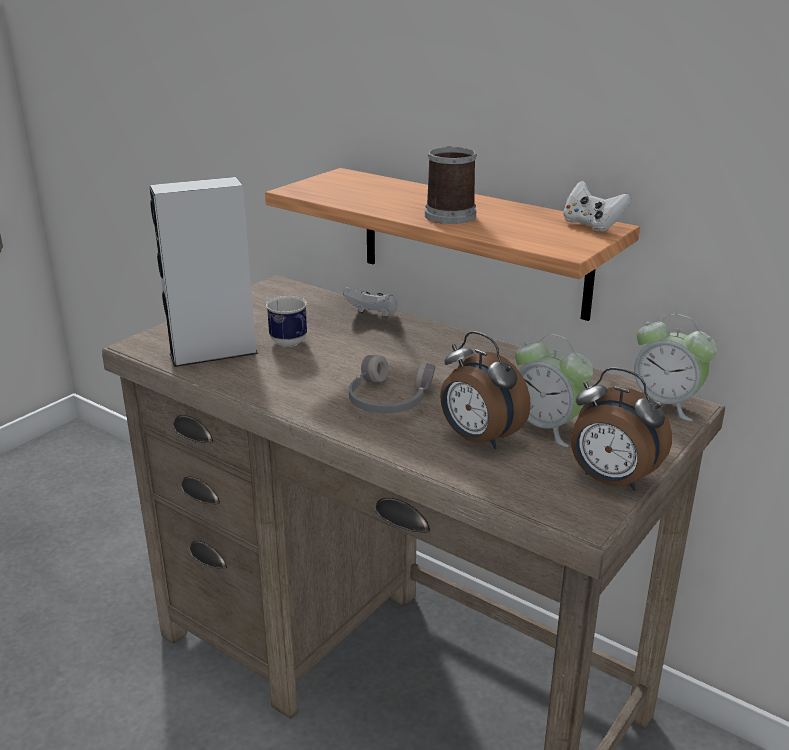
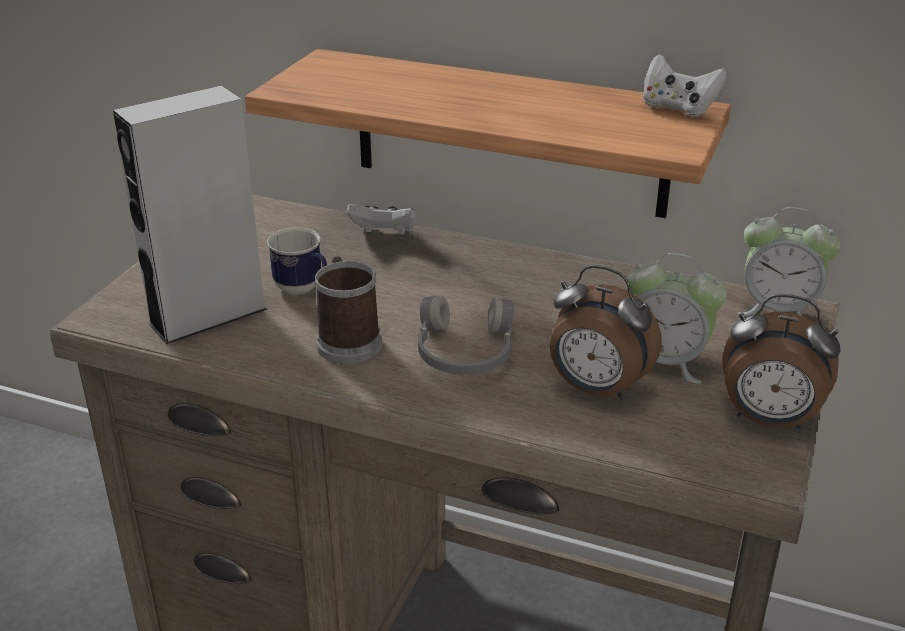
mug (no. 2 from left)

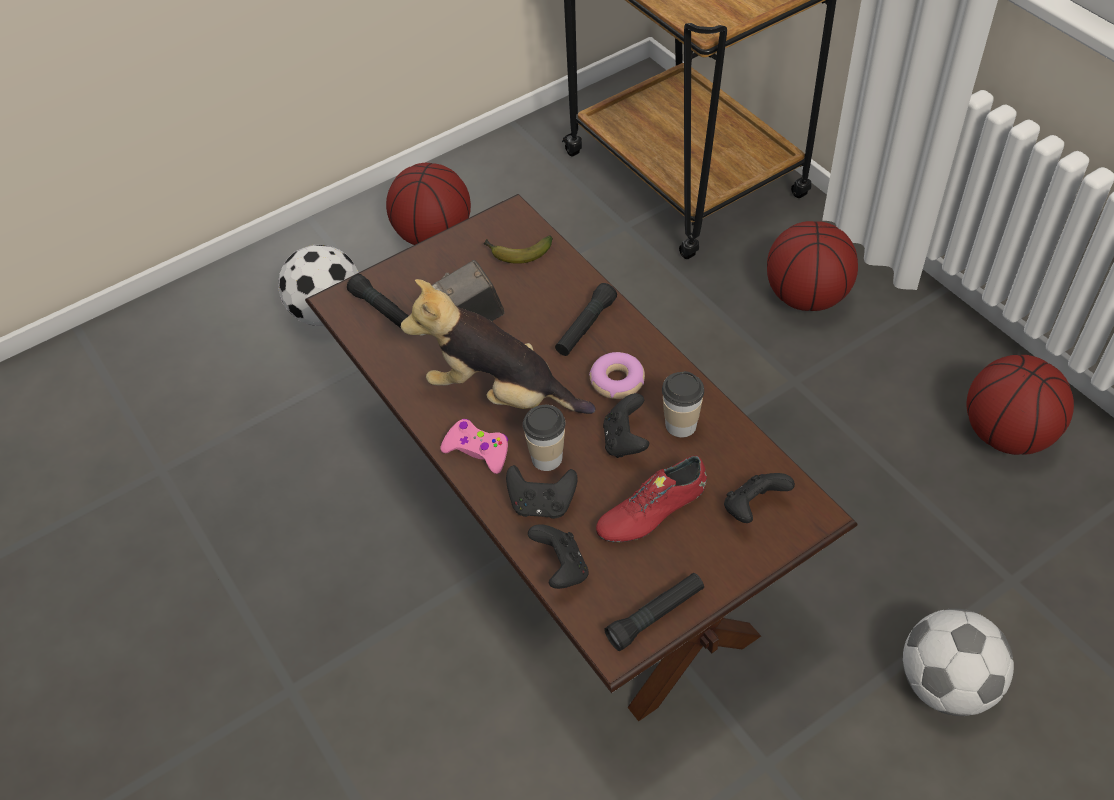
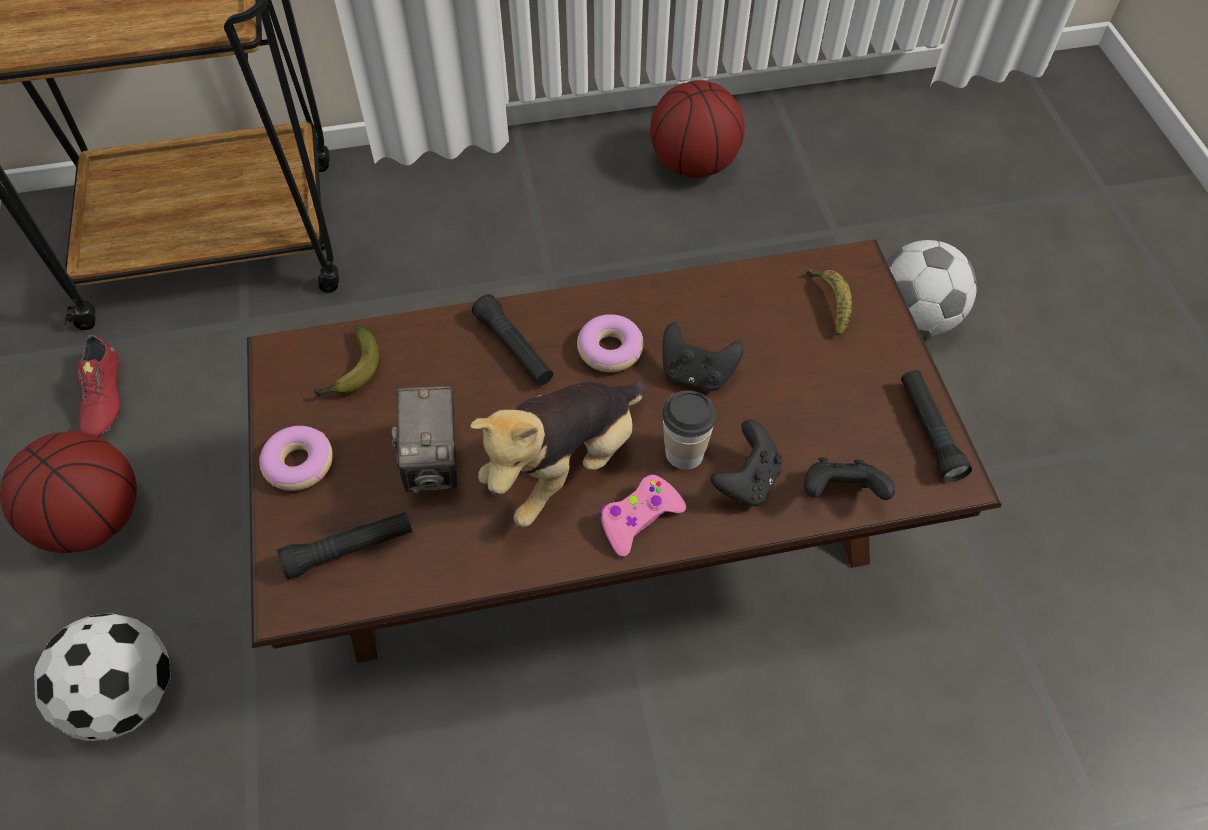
red shoe
cup (no. 2 from left in the first image)
banana (no. 2 from left)
basketball (no. 2 from left in the first image)
donut (no. 1 from left)

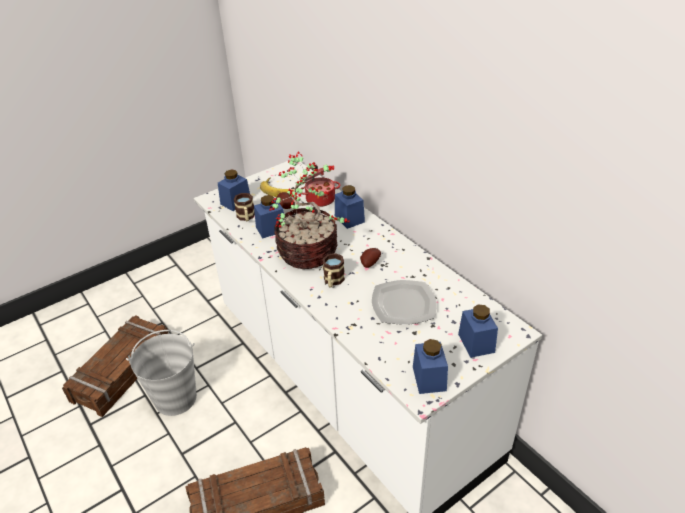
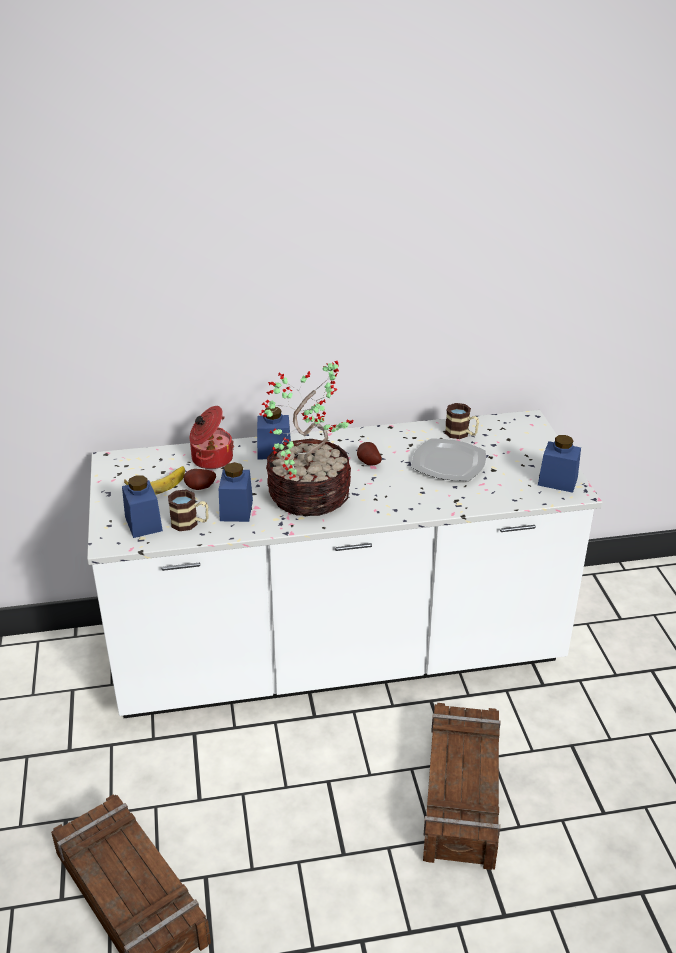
grey bucket
mug (no. 2 from left)
blue jar (no. 5 from left in the first image)

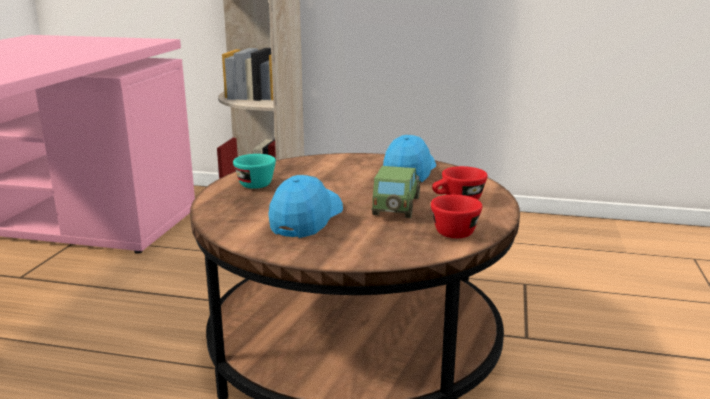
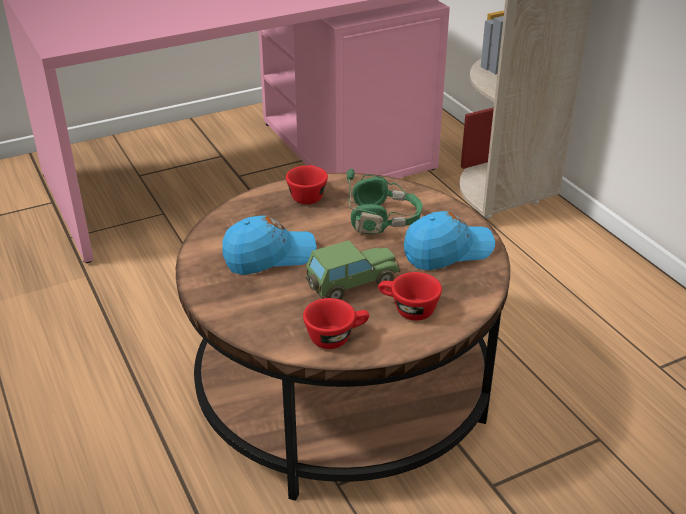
red cup (no. 1 from left)
green headphones

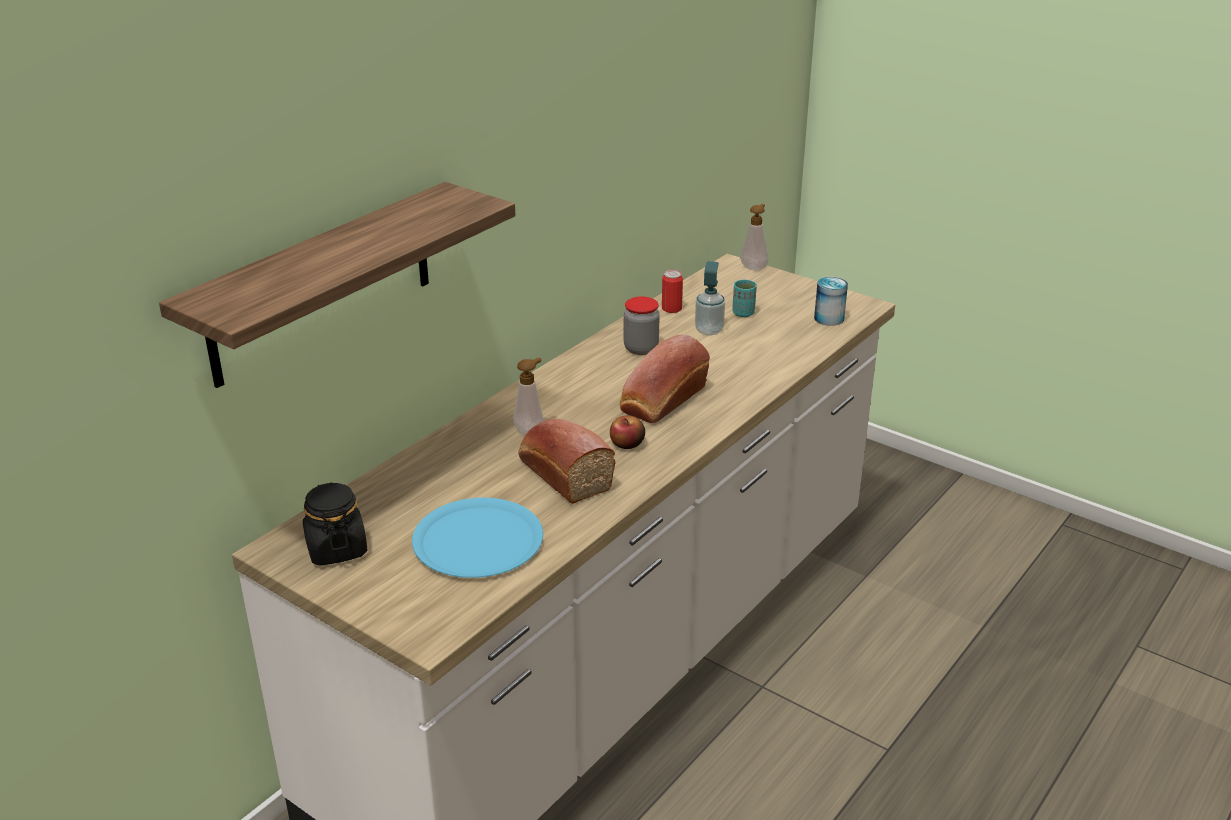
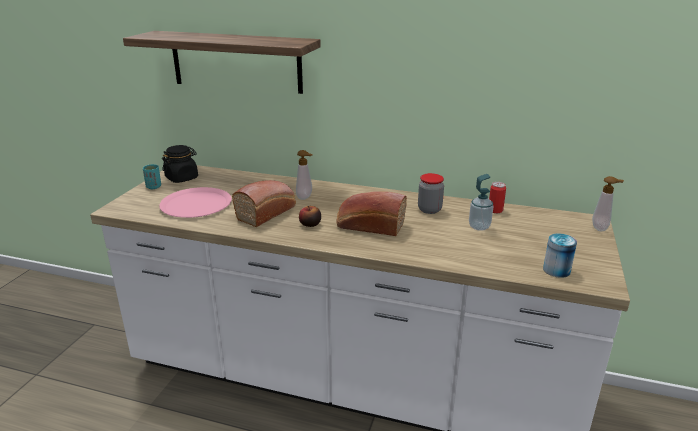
pink plate
turquoise cup

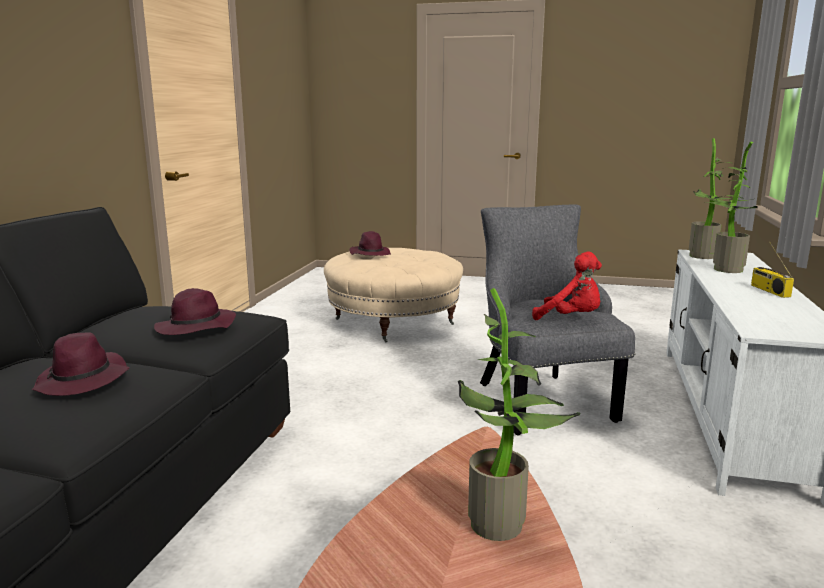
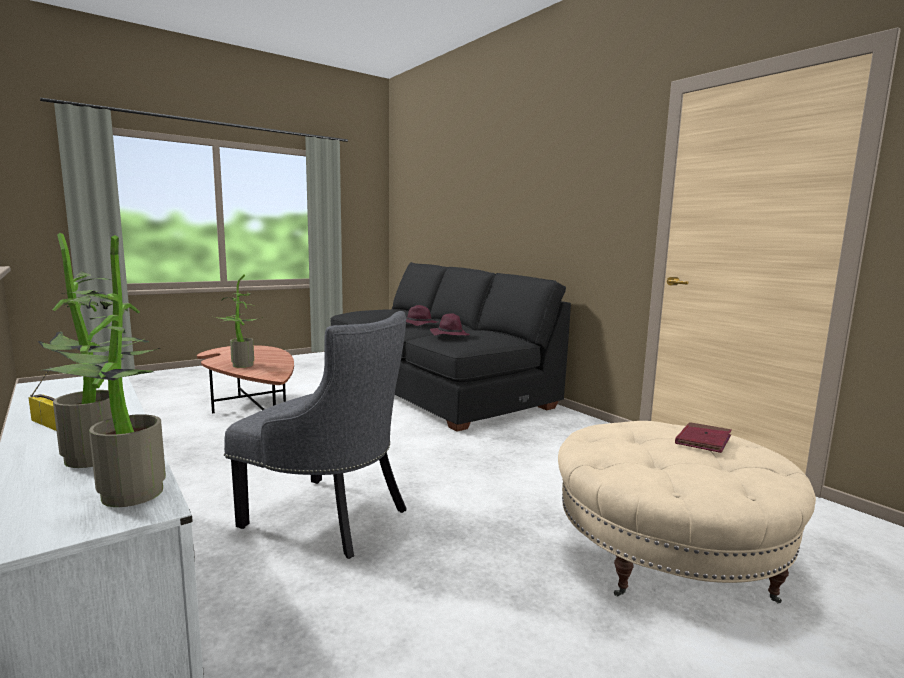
red book
red plush toy

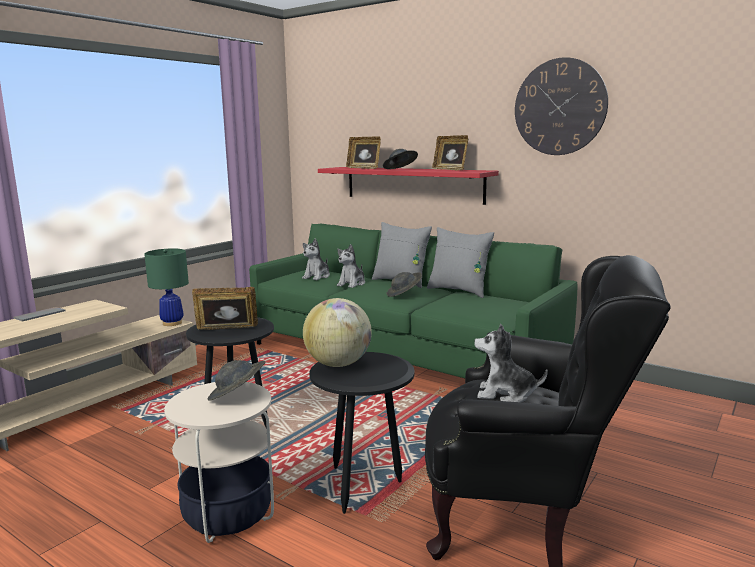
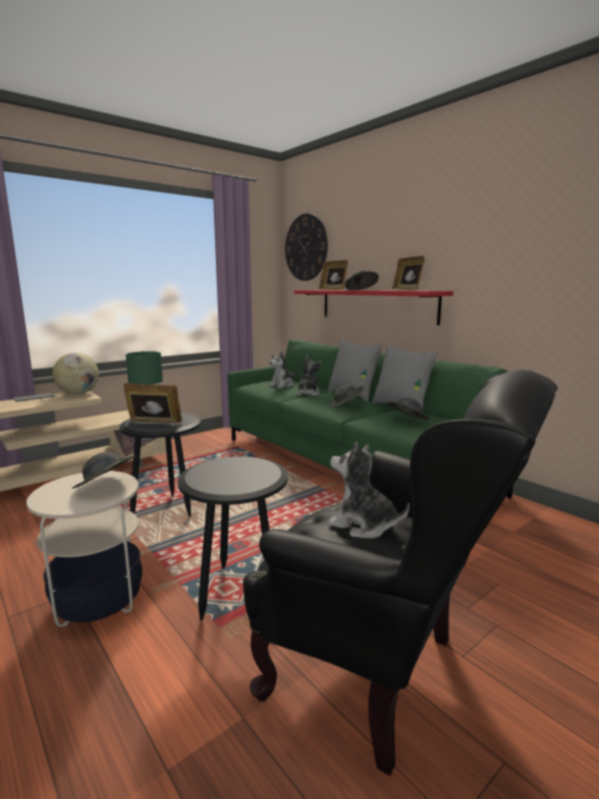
globe
plush toy (no. 2 from left)
wall clock
grey hat (no. 4 from left)

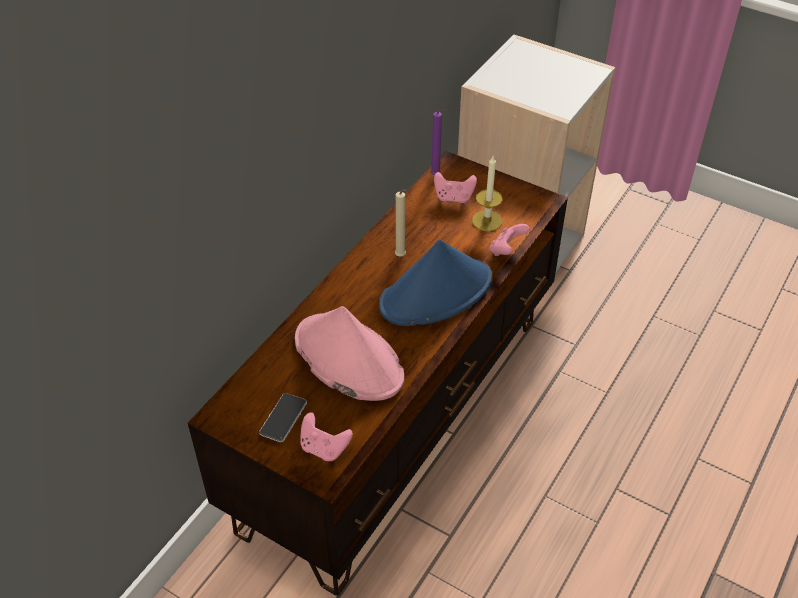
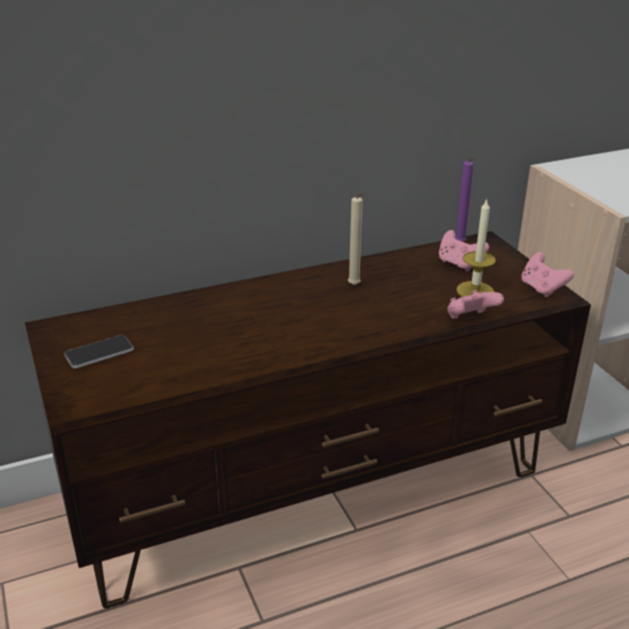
pink hat
pink game controller (no. 3 from left)
blue hat

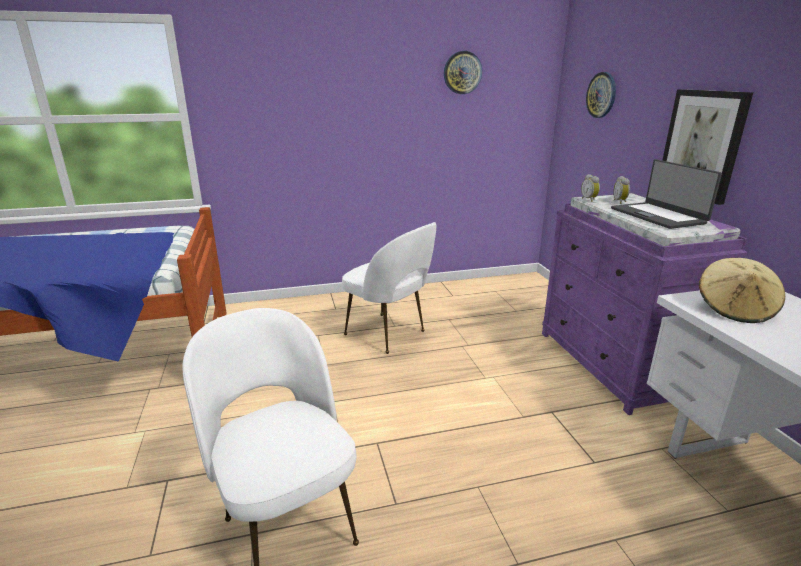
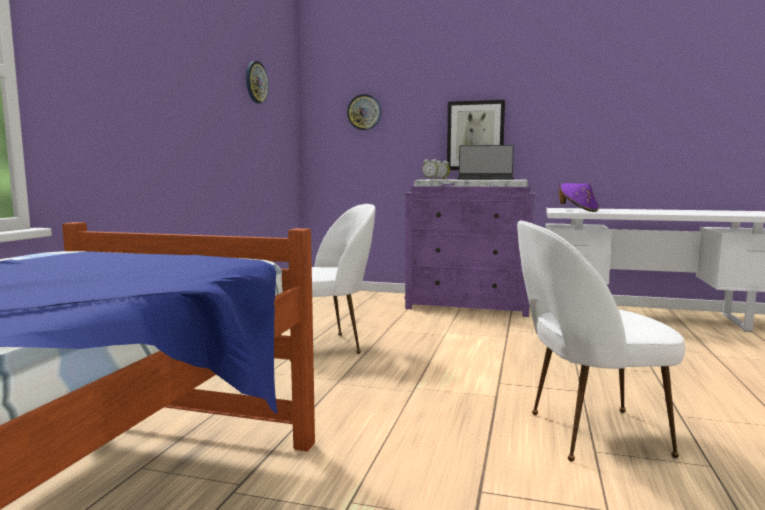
purple hat

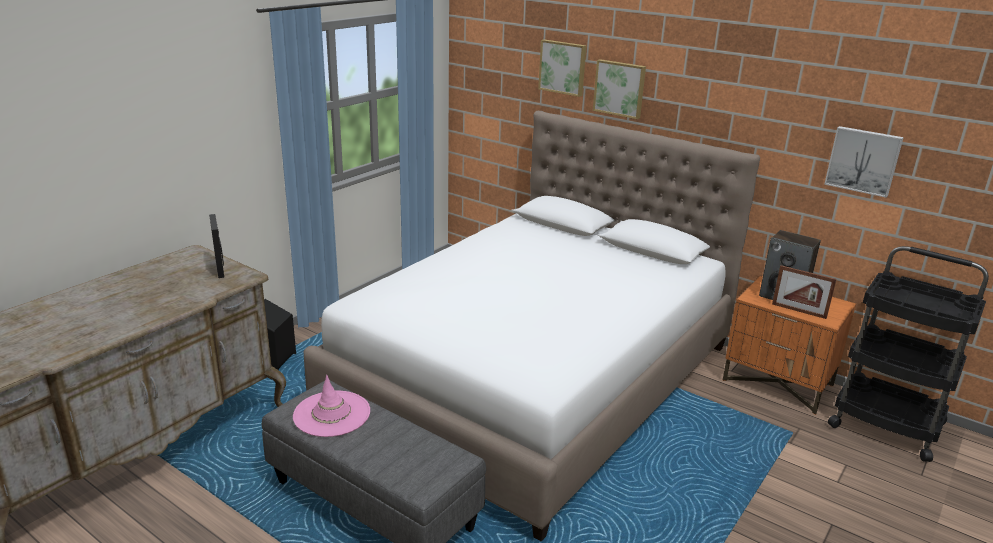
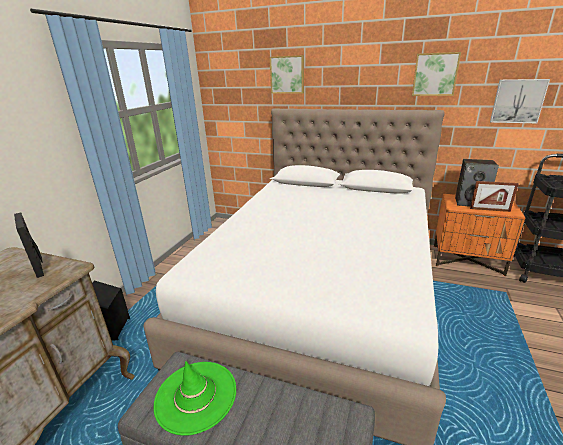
green hat
picture (no. 2 from left)

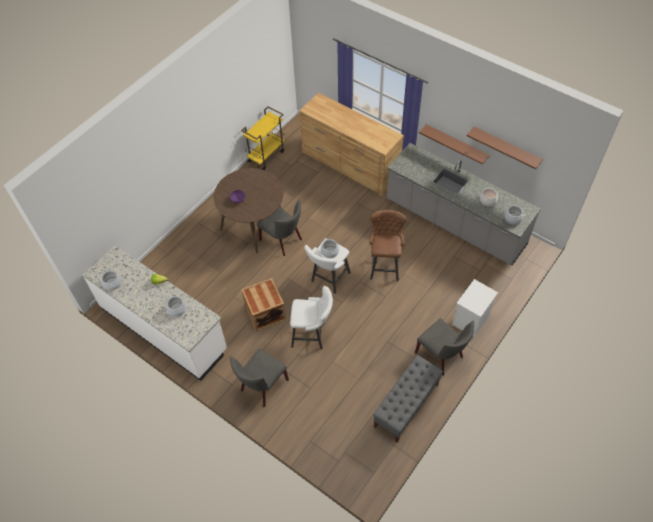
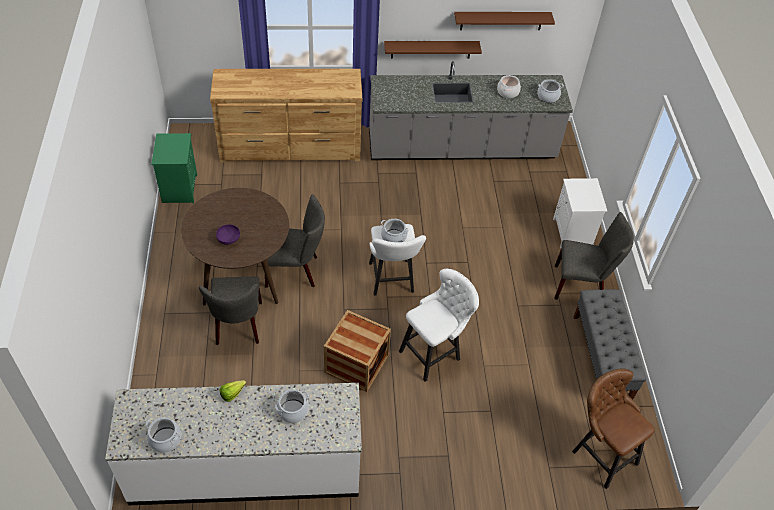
grey chair (no. 1 from left)
green nightstand
brown stool

